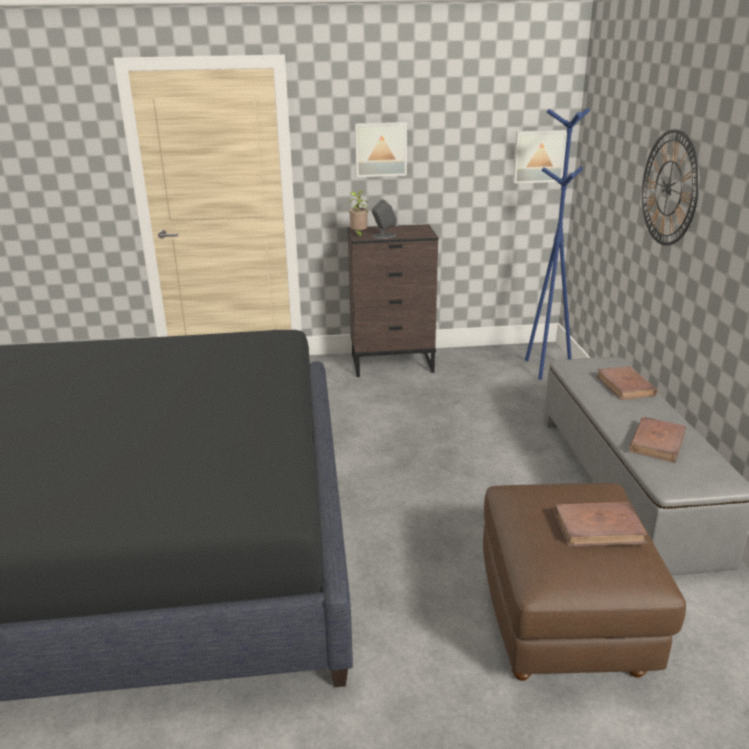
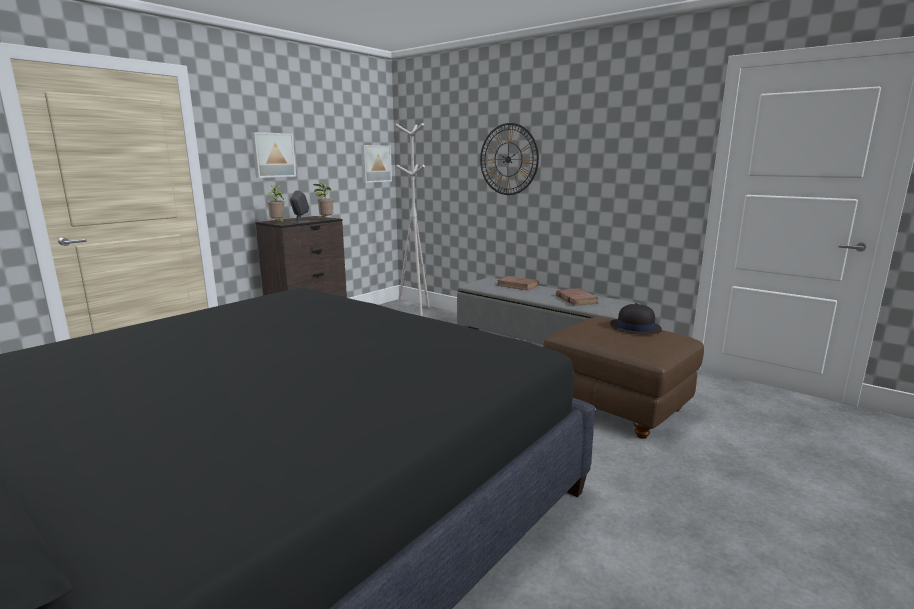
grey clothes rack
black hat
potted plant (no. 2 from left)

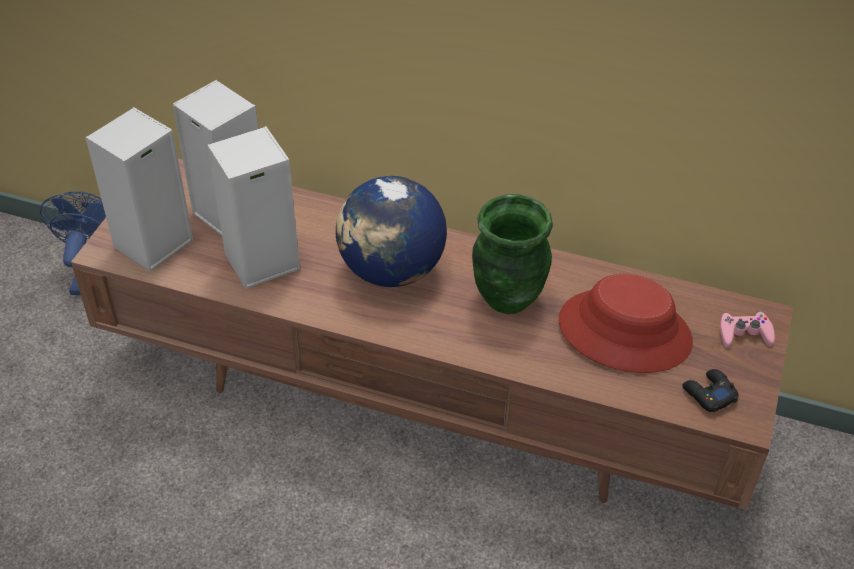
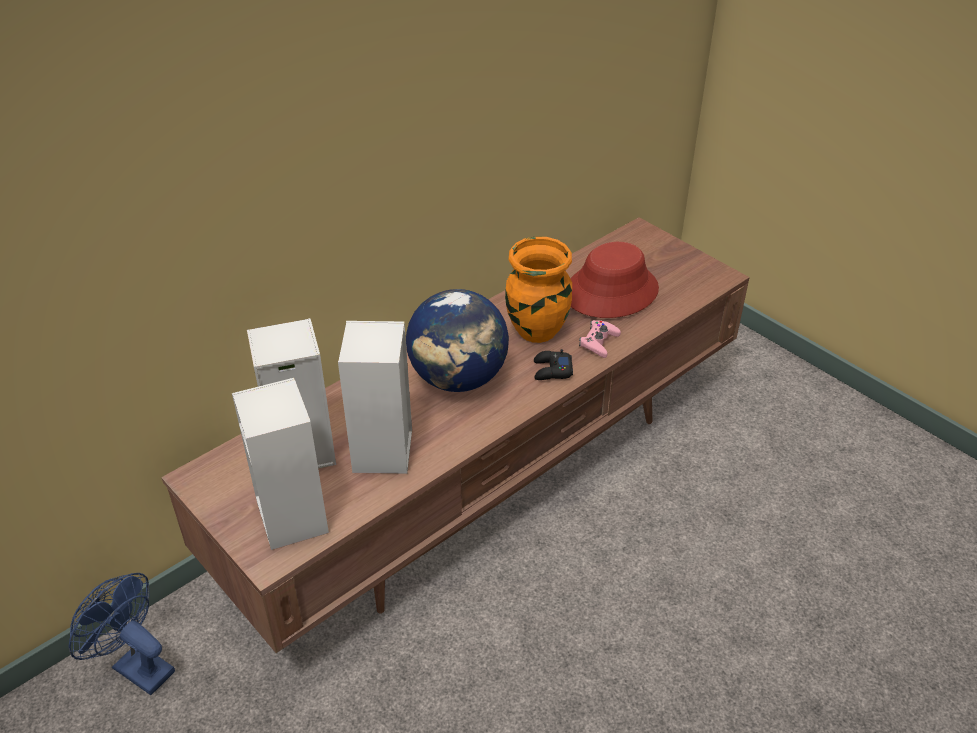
orange vase
black game controller
pink game controller

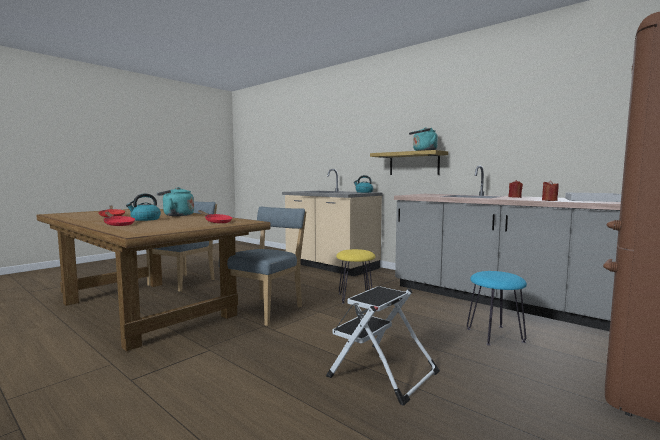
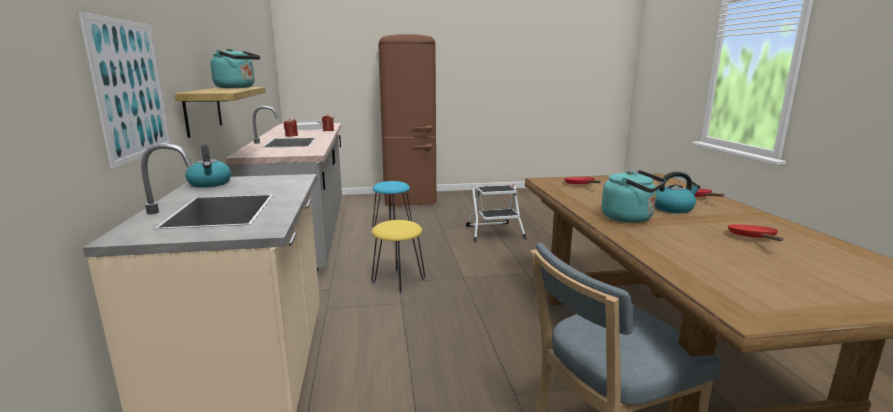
blue chair (no. 2 from left in the first image)
picture

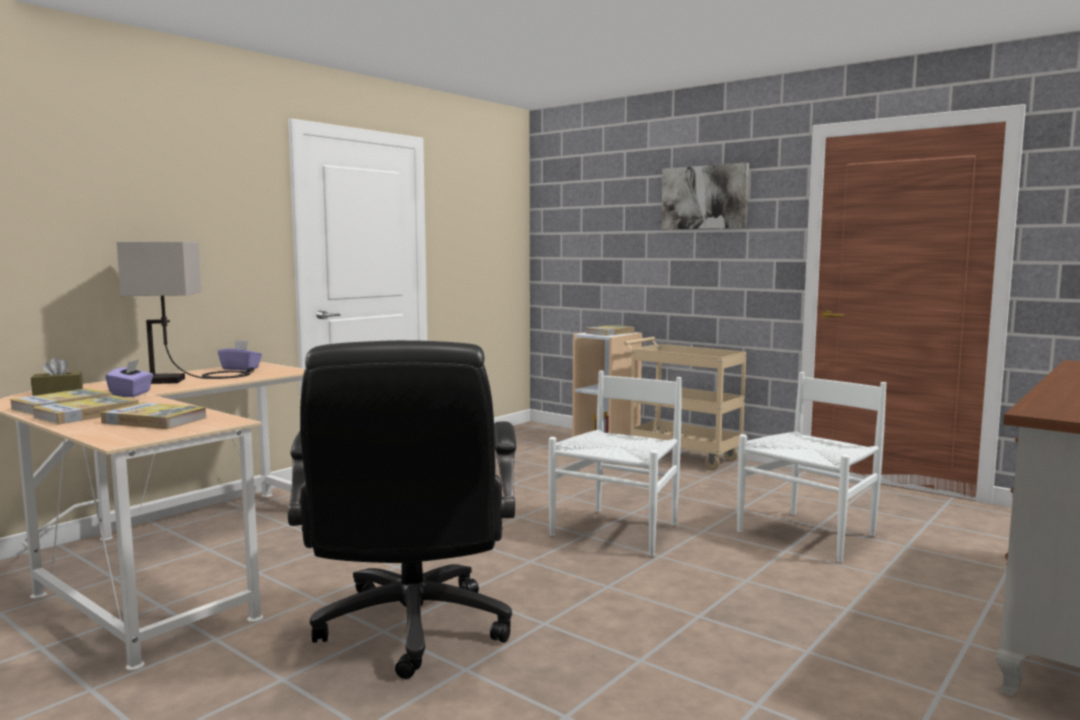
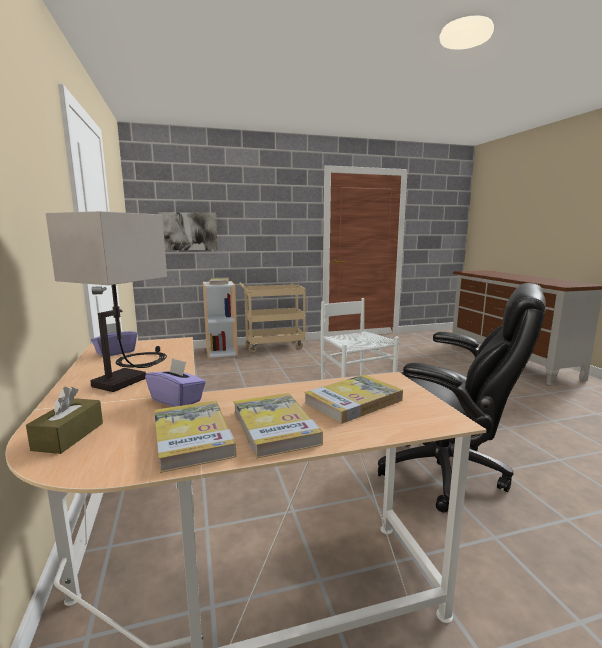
picture
white chair (no. 2 from left in the first image)

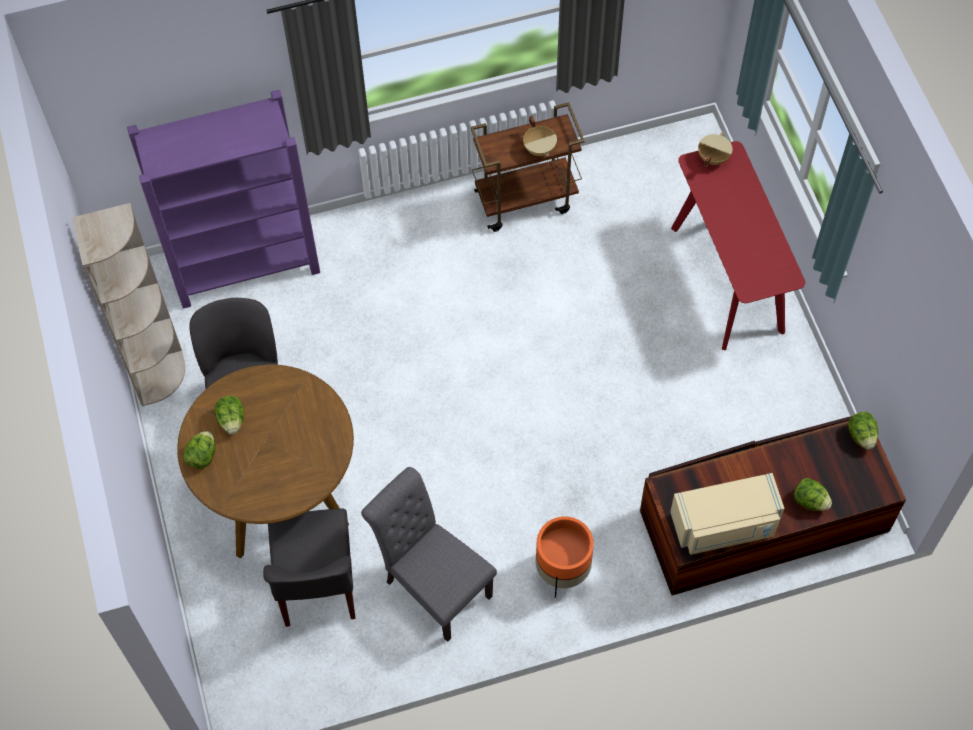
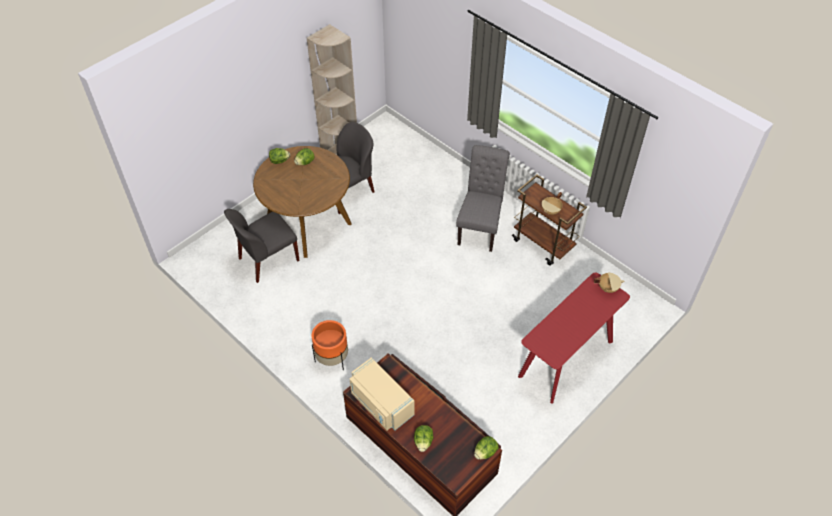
purple bookcase
grey chair (no. 3 from left)

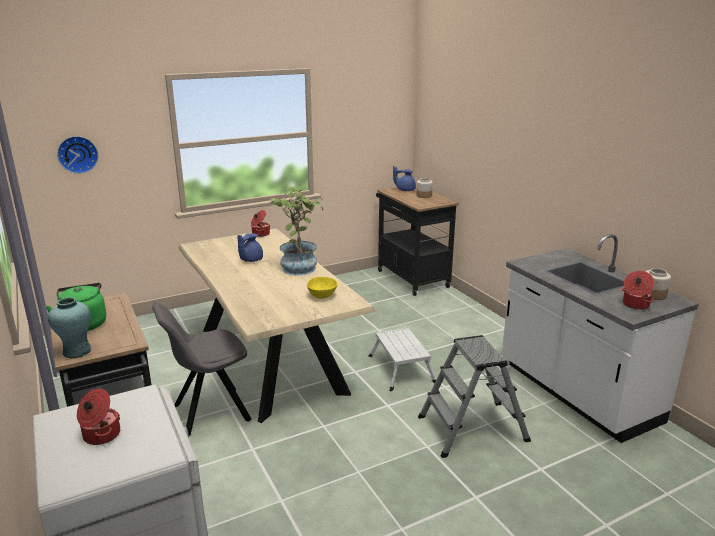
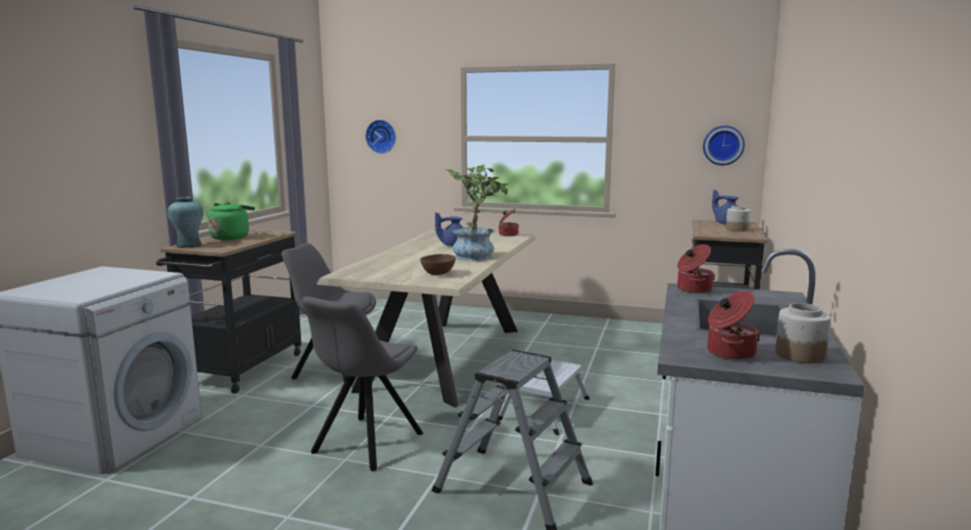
cooking pot (no. 2 from left)
brown bowl
grey chair (no. 2 from left)
wall clock (no. 2 from left)

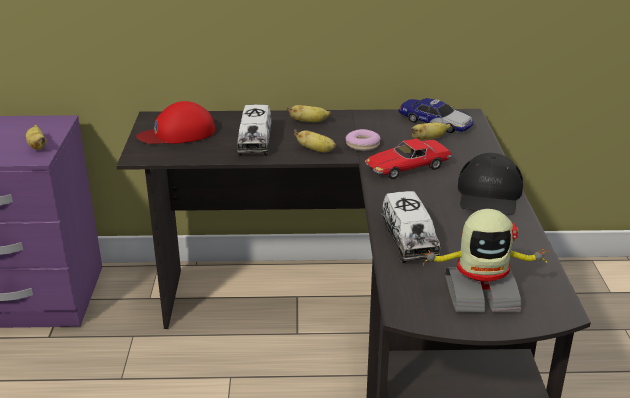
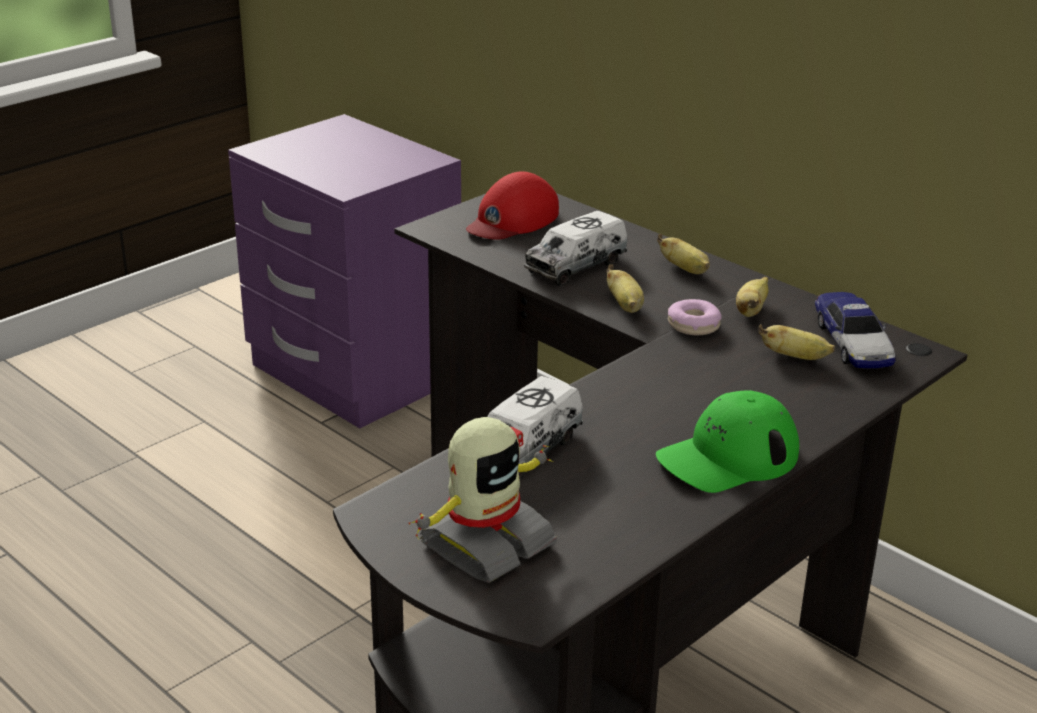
banana (no. 3 from left)
red cap
toy car (no. 1 from left in the first image)
toy robot
green cap

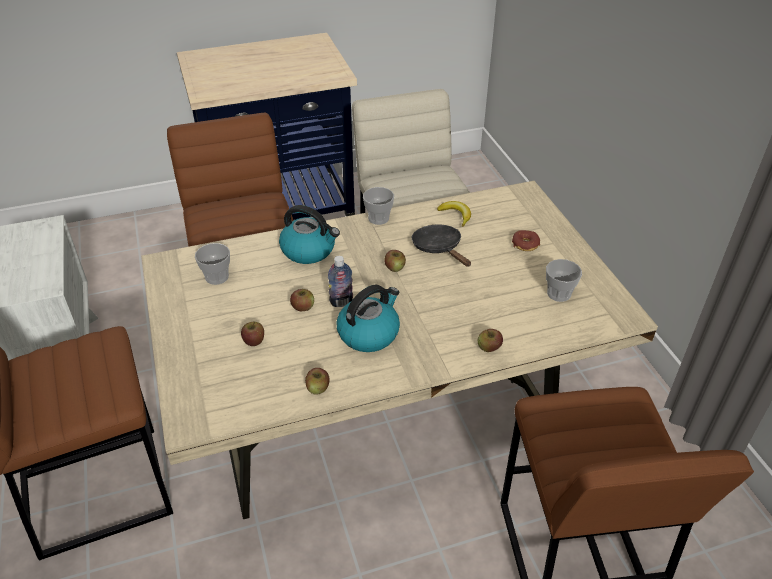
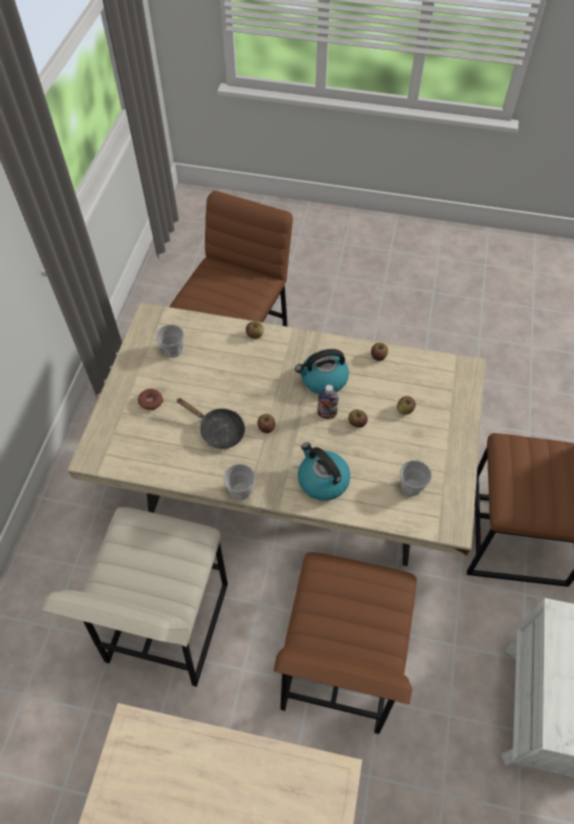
black frying pan
banana

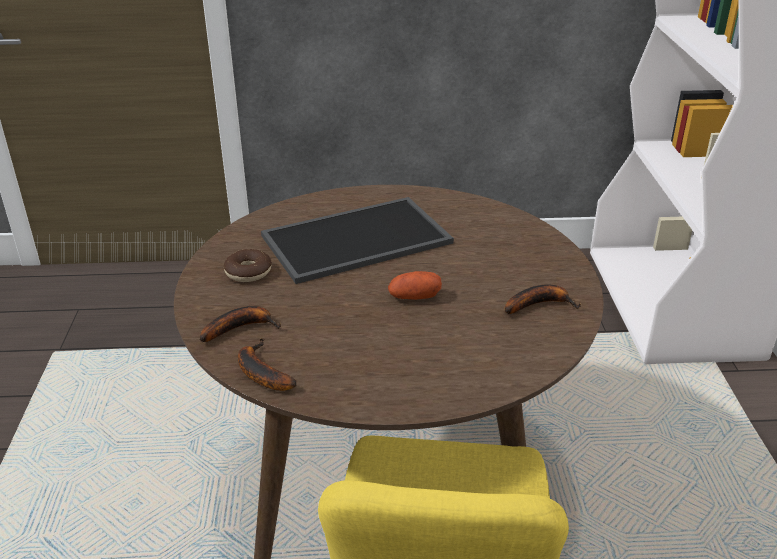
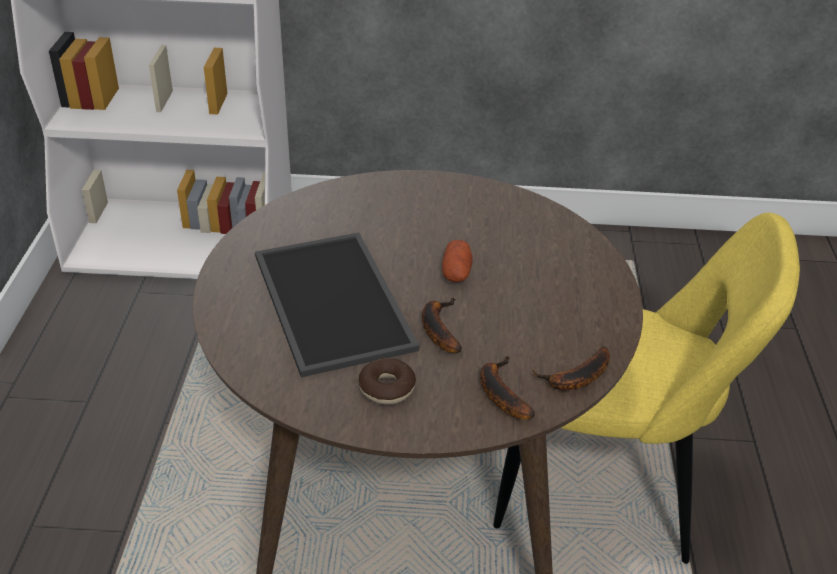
banana (no. 1 from left)

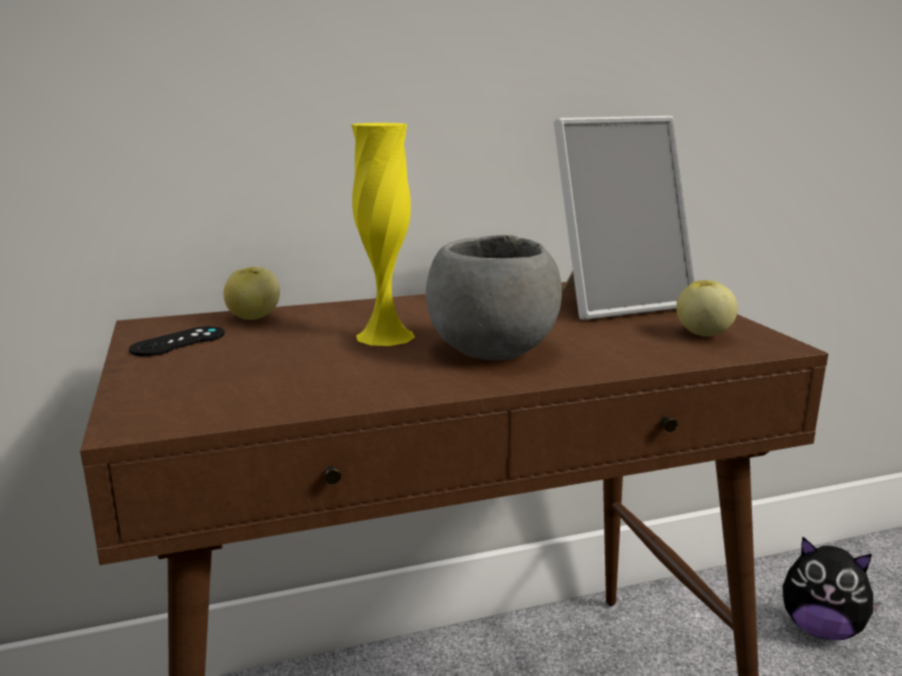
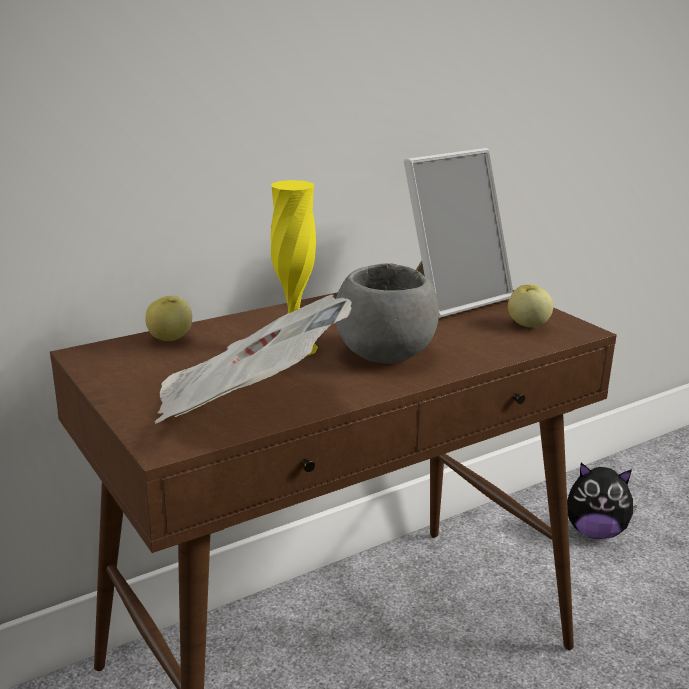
black game controller
newspaper

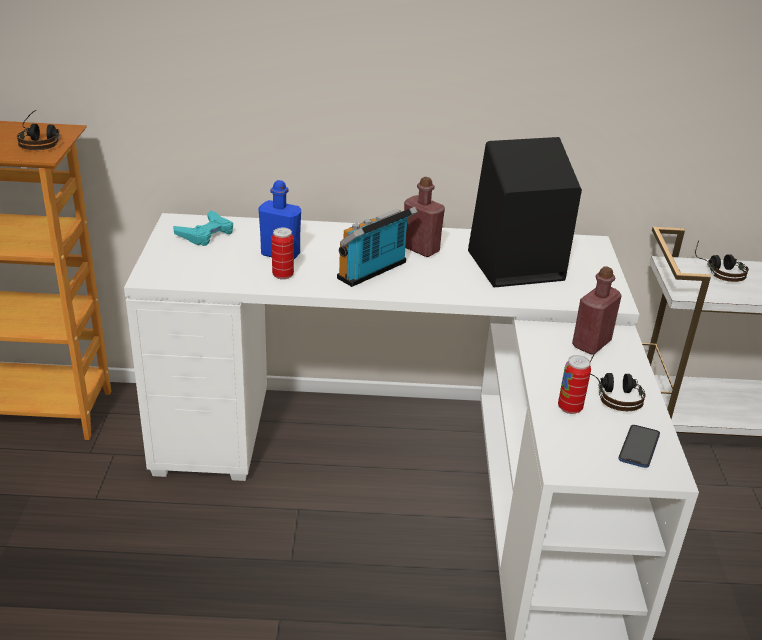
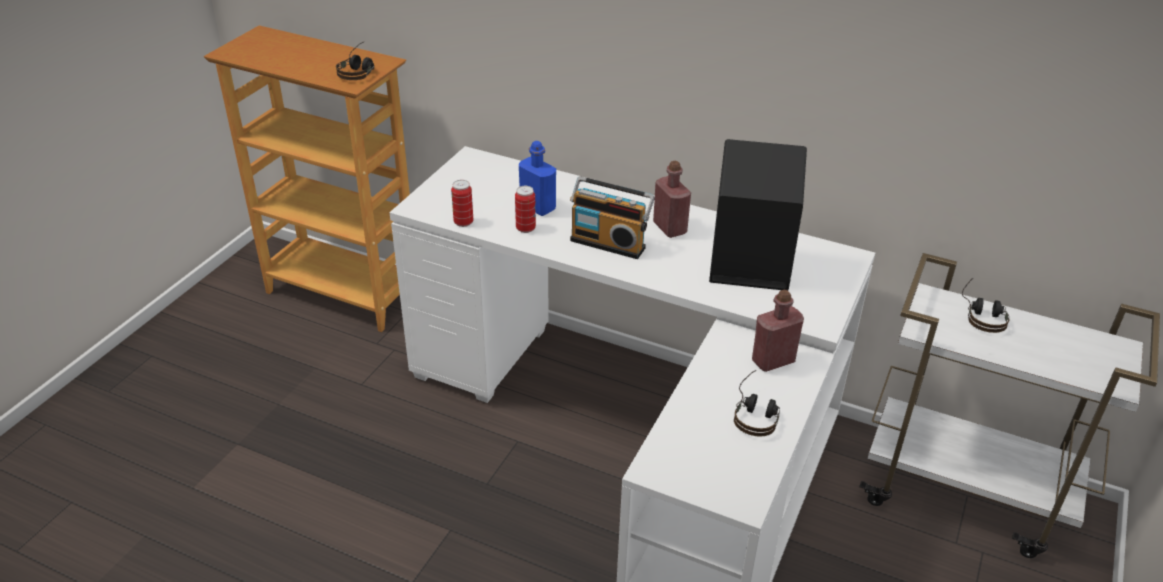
turquoise game controller
radio
can (no. 1 from left)
phone

